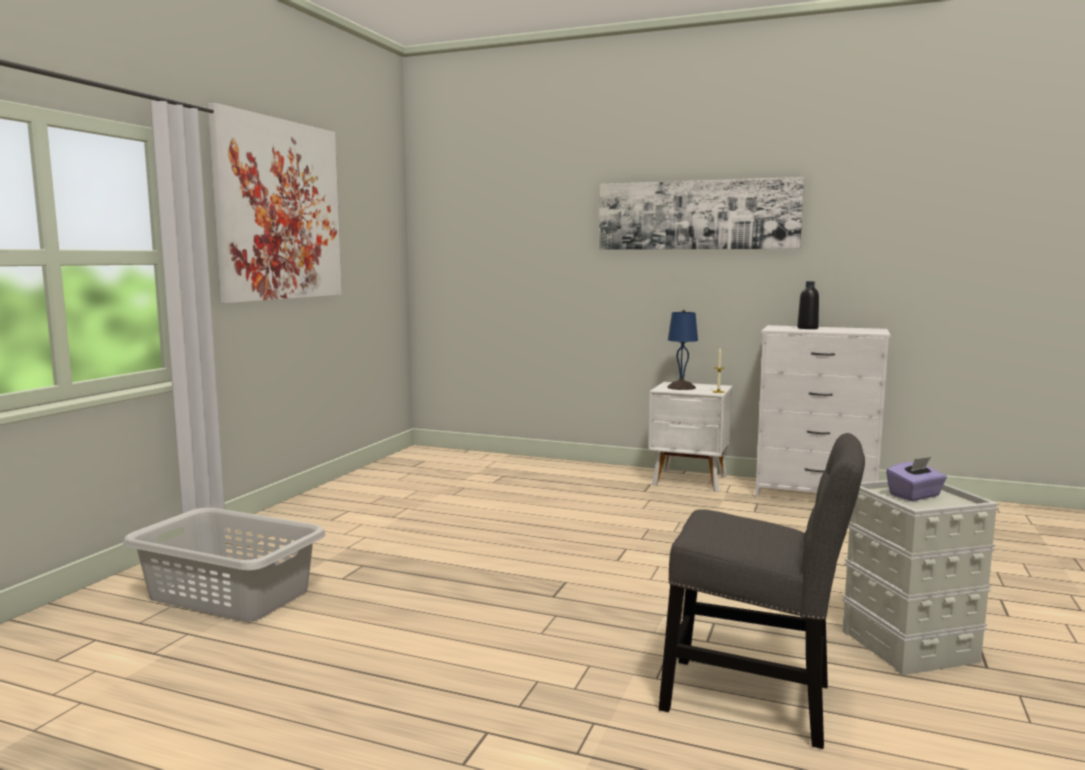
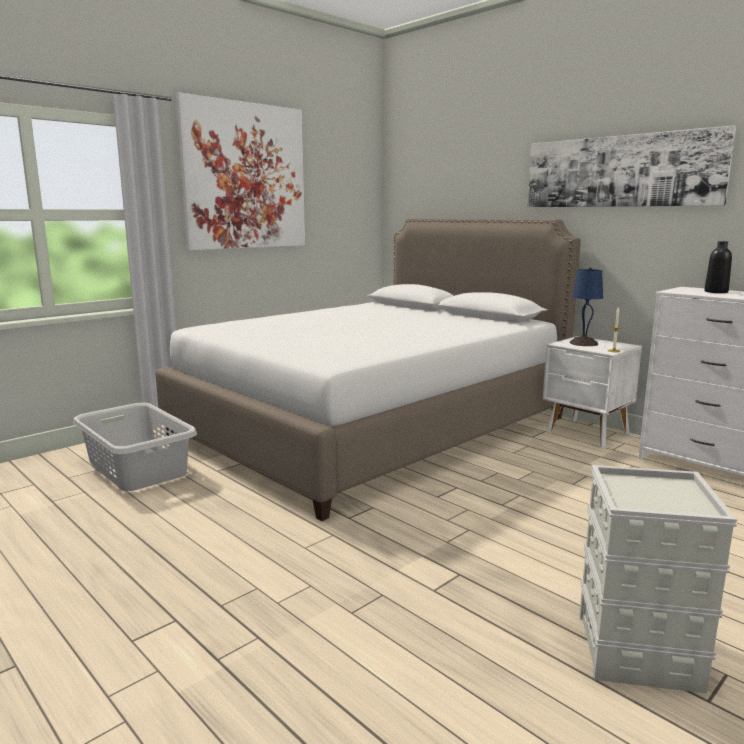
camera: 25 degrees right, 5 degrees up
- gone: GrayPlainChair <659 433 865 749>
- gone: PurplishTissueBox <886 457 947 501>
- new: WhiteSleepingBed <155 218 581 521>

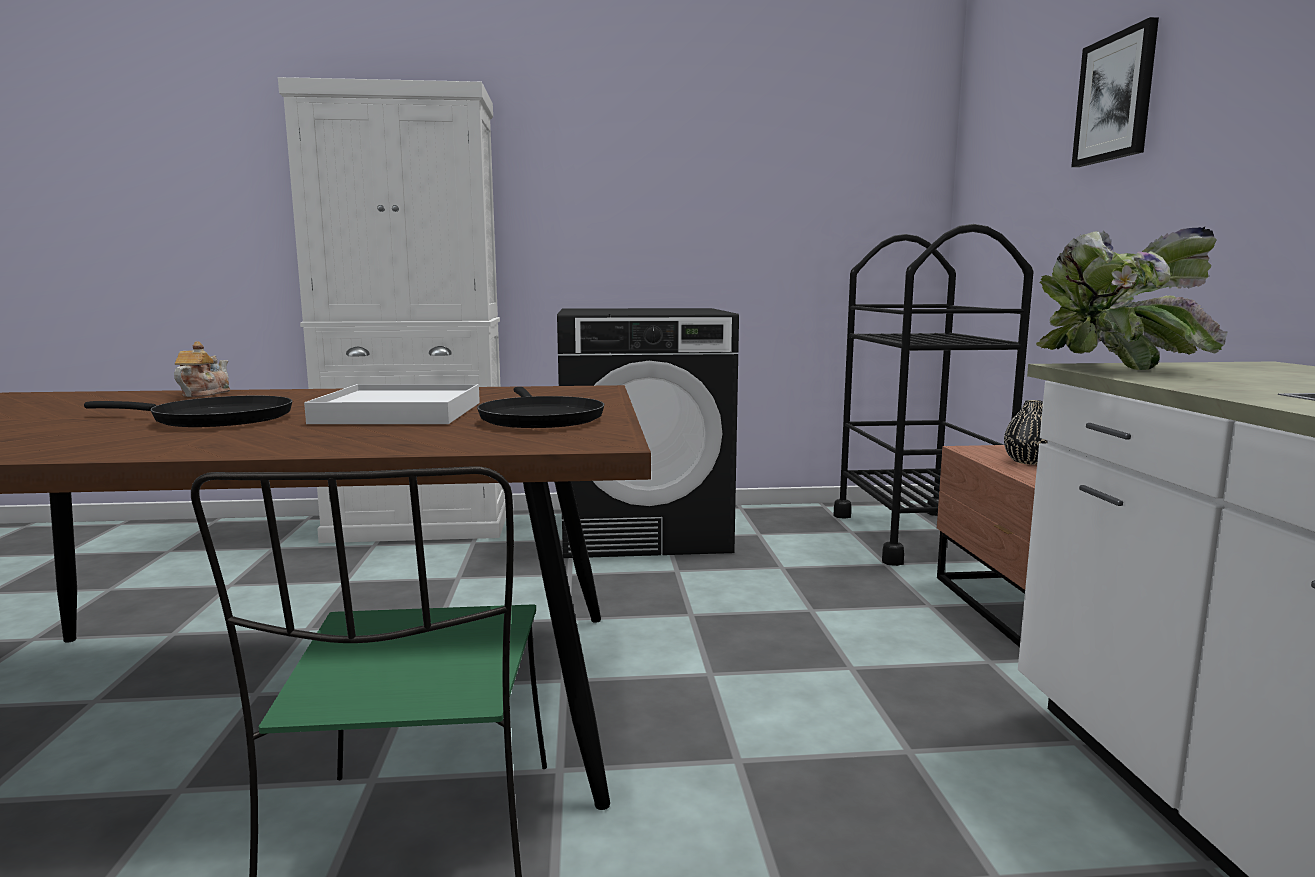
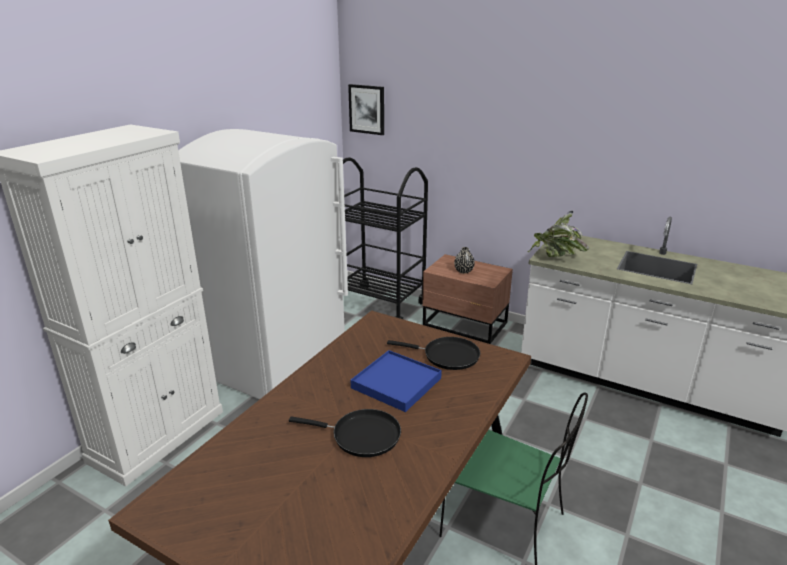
camera: 55 degrees left, 15 degrees up
- gone: TeaPot <174 341 230 397>
- shifted: WallPicture <1071 17 1159 167> to <348 84 384 135>
- swapped: BlackishLaundryMachine <557 308 739 558> to WhiteRefrigerator <178 129 348 399>
- repainted: WhiteServingTray <304 384 480 424> to BlueColouredServingTray <350 350 442 412>
- rotated: BlackishSkillet <84 396 293 427> = <289 409 401 457> 60 degrees clockwise

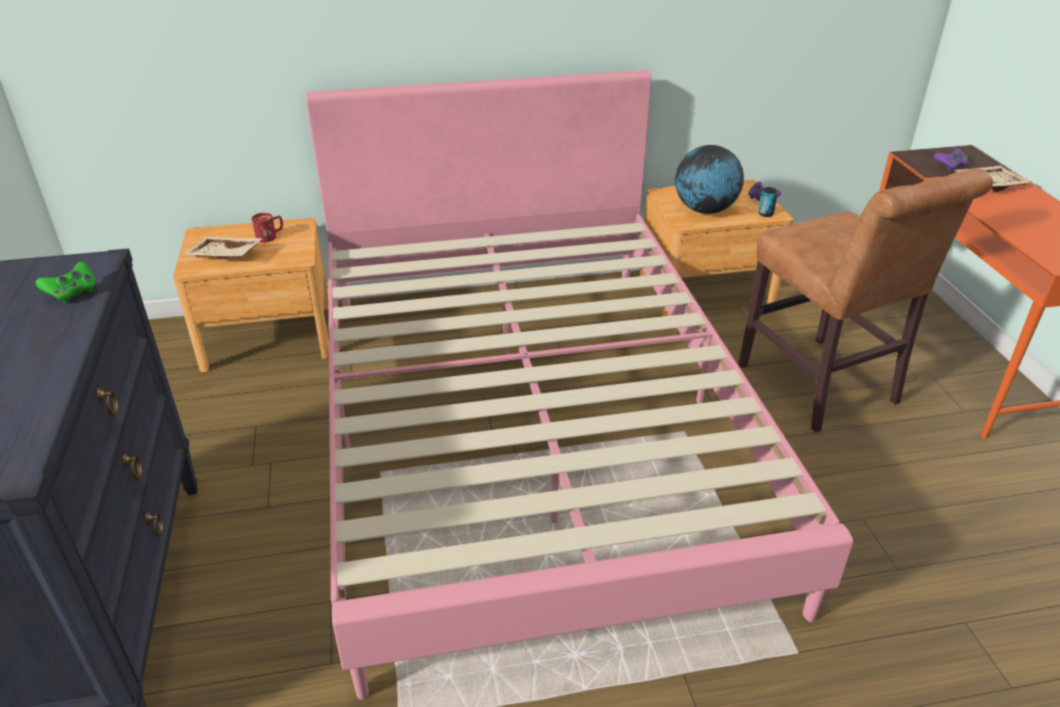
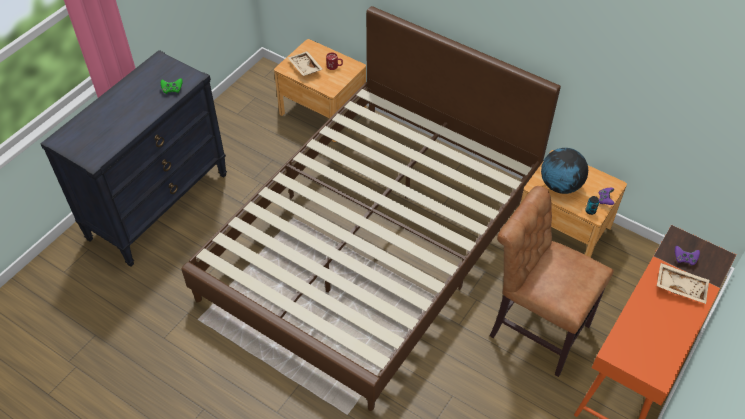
camera: 45 degrees right, 15 degrees up
- repainted: PinkColouredSleepingBed <306 70 853 700> to BrownishSleepingBed <181 6 561 411>
- rotated: BrownishPlainChair <738 169 993 433> = <490 186 614 377> 105 degrees clockwise

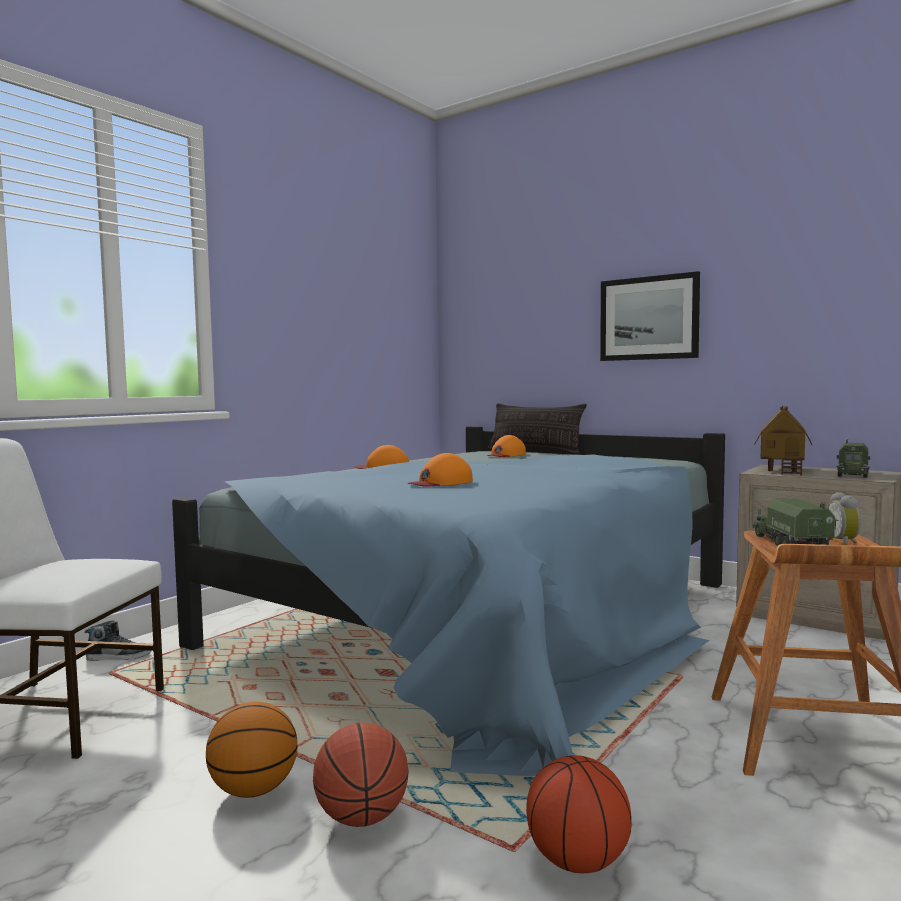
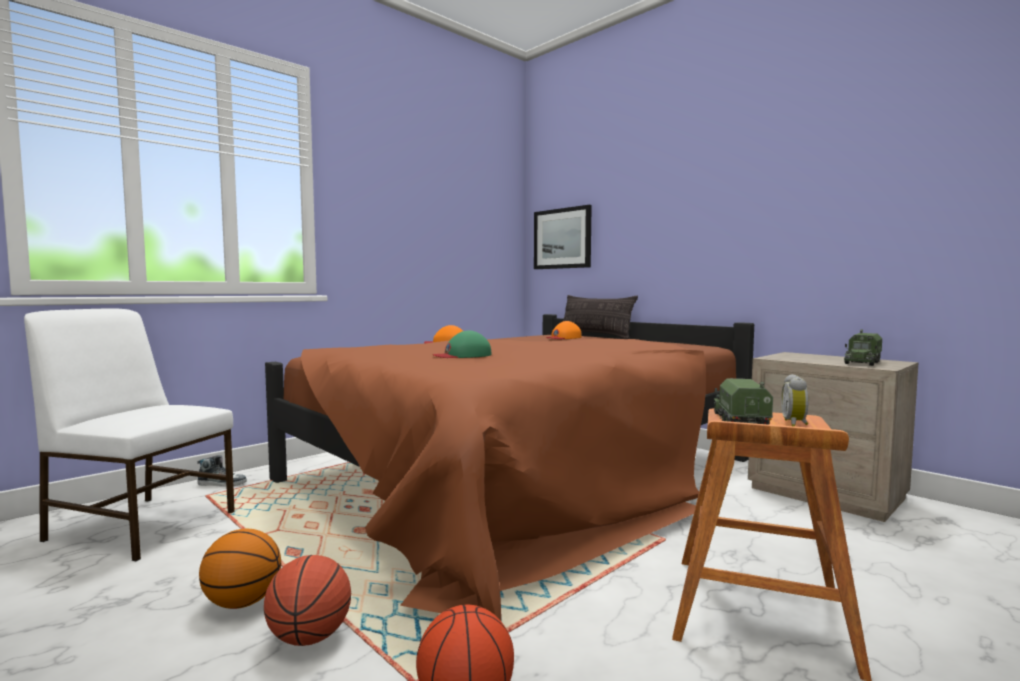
camera: 10 degrees right, 0 degrees up
- gone: ModelHouse <755 406 812 475>
- shifted: WallPicture <600 271 700 361> to <534 205 592 269>
- repainted: BlueColouredSleepingBed <172 426 725 776> to BrownishSleepingBed <265 314 754 622>
- repainted: OrangeyCap <408 453 473 487> to GreenColouredCap <432 330 492 358>

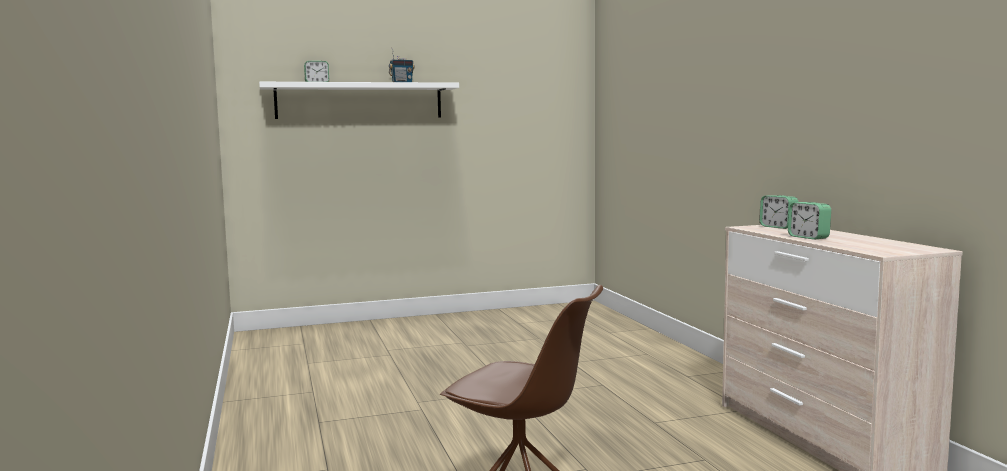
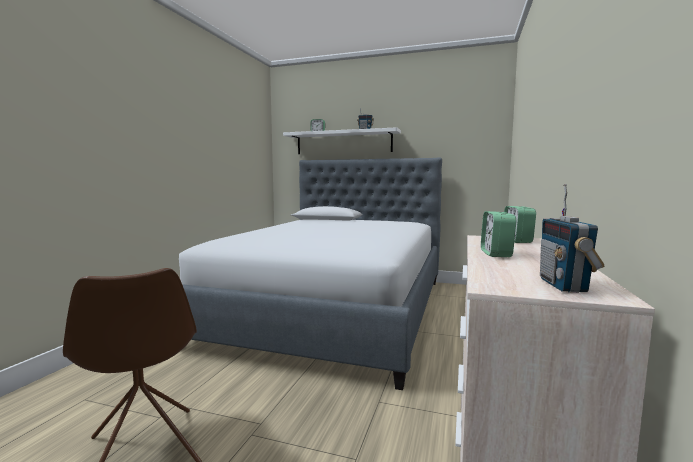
camera: 35 degrees right, 0 degrees up
- new: SleepingBed <179 158 442 390>
- new: Radio <540 184 604 293>

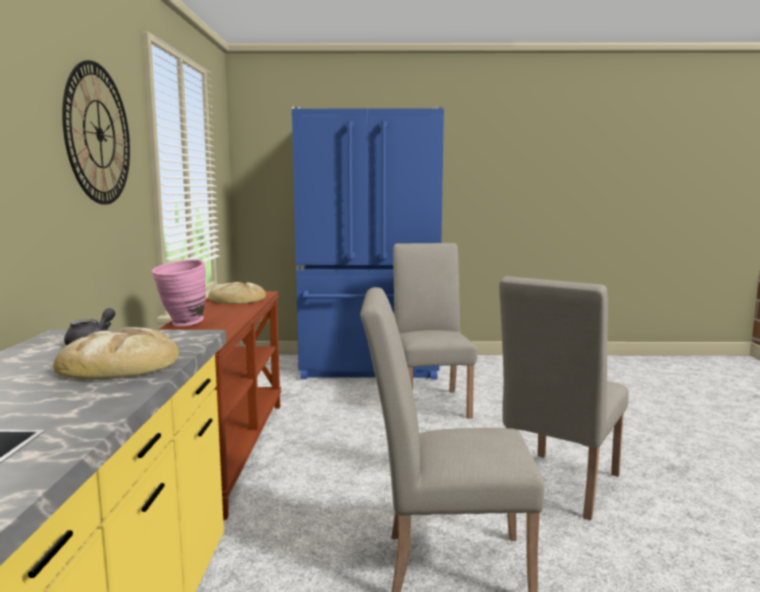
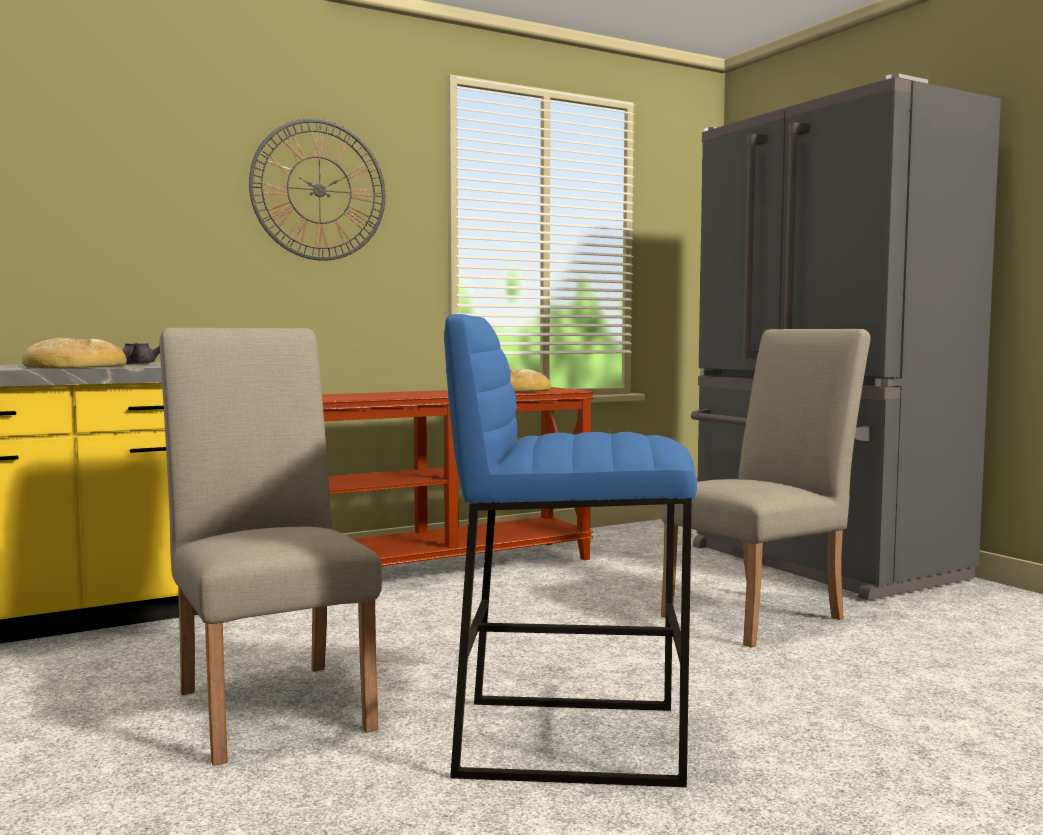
camera: 60 degrees right, 5 degrees down
- gone: PinkColouredDecorativeVase <152 260 206 326>
- swapped: BeigePlainChair <499 276 629 520> to BlueColouredStoolSeat <444 314 697 787>
- repainted: BlueColouredRefrigerator <292 106 444 379> to GrayRefrigerator <691 73 1001 600>

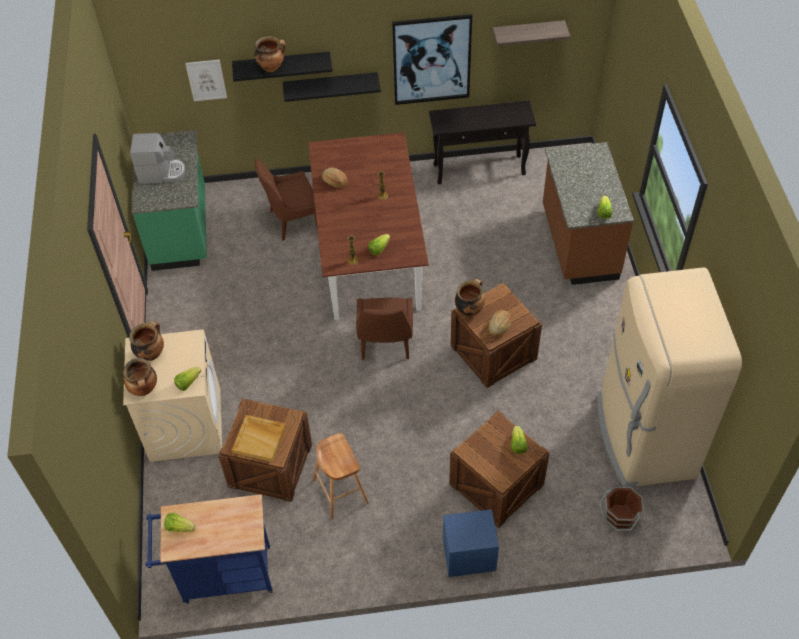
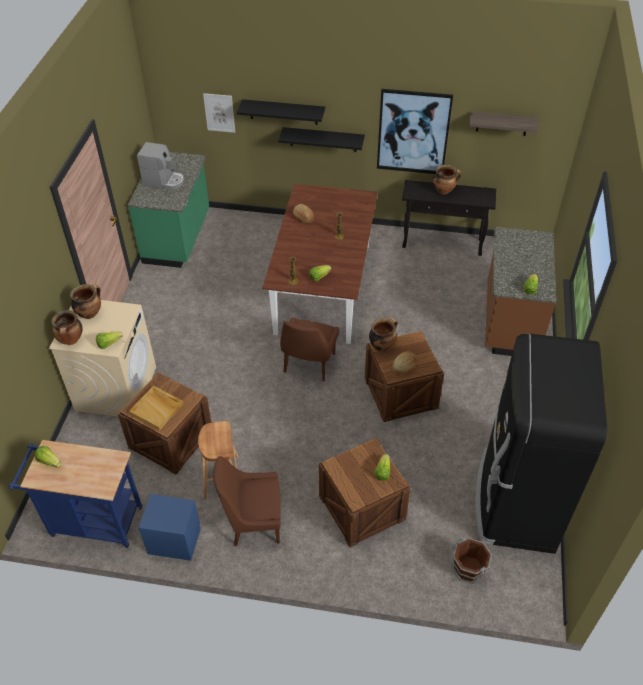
camera: 15 degrees right, 5 degrees down
- shifted: Saucepot <255 36 286 72> to <433 165 461 194>
- shifted: BrownishPlainChair <255 158 317 241> to <213 456 281 546>
- shifted: BlueColouredNightstand <443 509 499 577> to <138 494 200 561>
- repainted: BeigeRefrigerator <597 267 742 487> to BlackishRefrigerator <475 334 607 554>

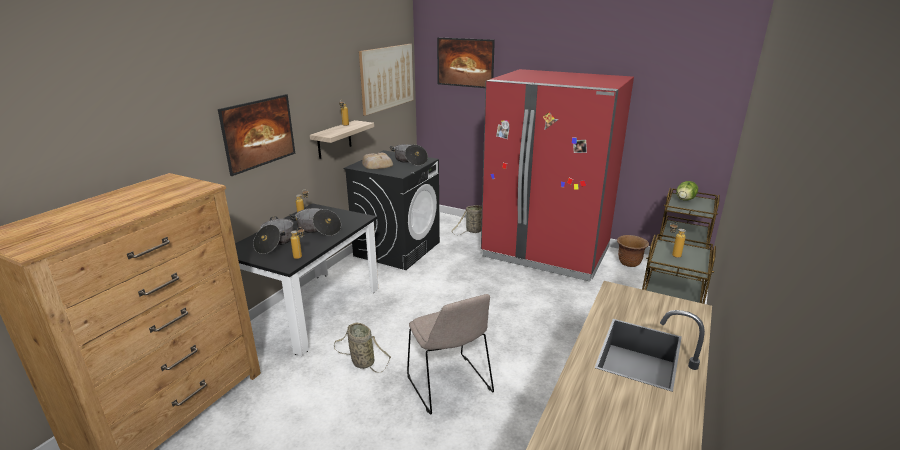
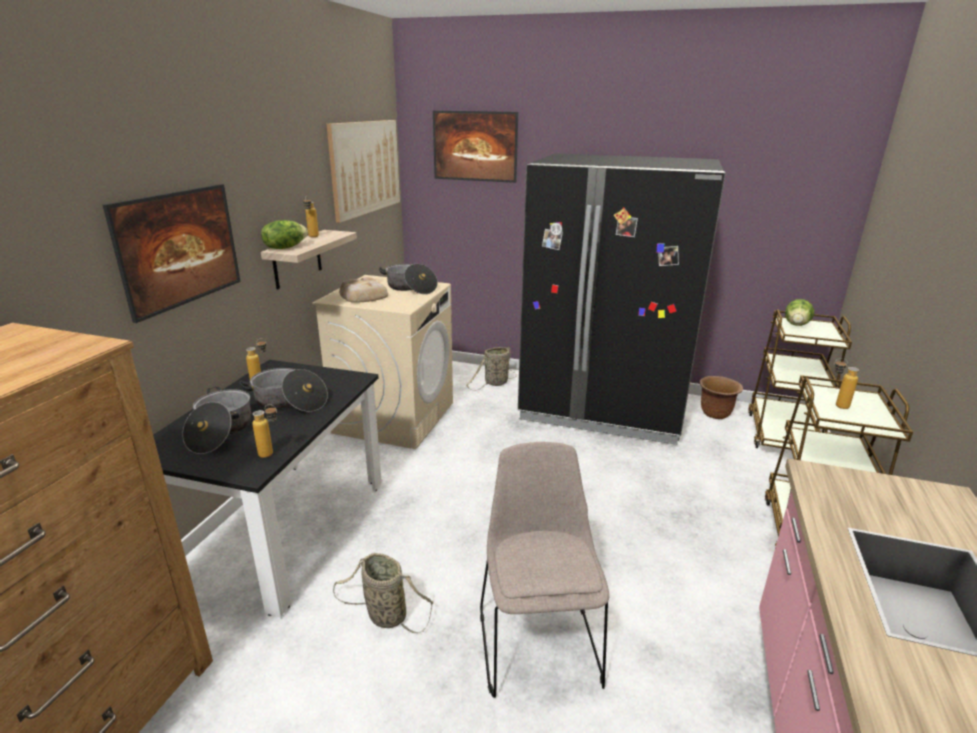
camera: 10 degrees left, 0 degrees up
- new: Lettuce <261 220 308 249>
- repainted: BlackishLaundryMachine <343 150 440 270> to BeigeLaundryMachine <312 275 453 449>
- repainted: ReddishRefrigerator <481 69 634 282> to BlackishRefrigerator <518 153 726 445>
- rotated: BeigePlainChair <407 294 494 415> = <480 442 609 698> 150 degrees counterclockwise

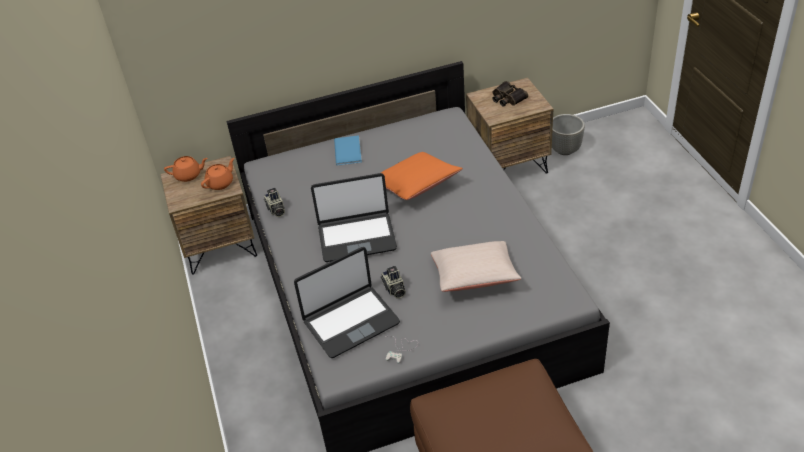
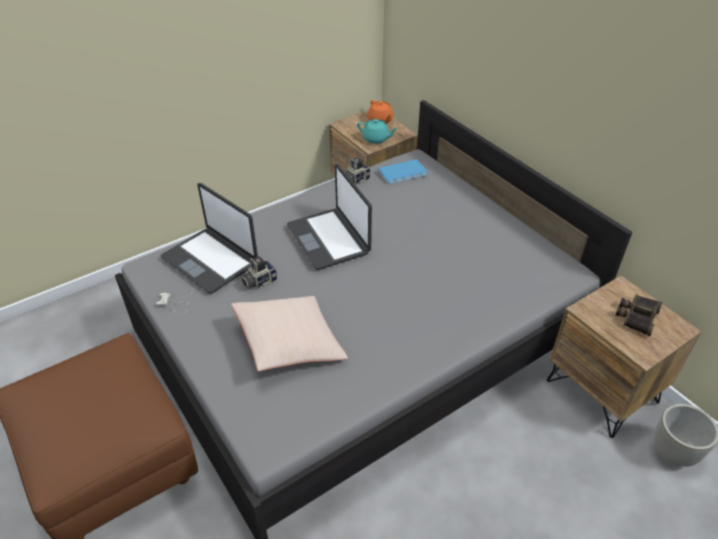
camera: 70 degrees right, 0 degrees up
- gone: OrangeyCushion <381 152 463 200>
- shifted: BlueColouredVolume <334 136 362 166> to <378 159 428 184>
- repainted: OrangeyTeaPot <201 158 234 190> to TurquoiseColouredTeaPot <357 119 397 144>

